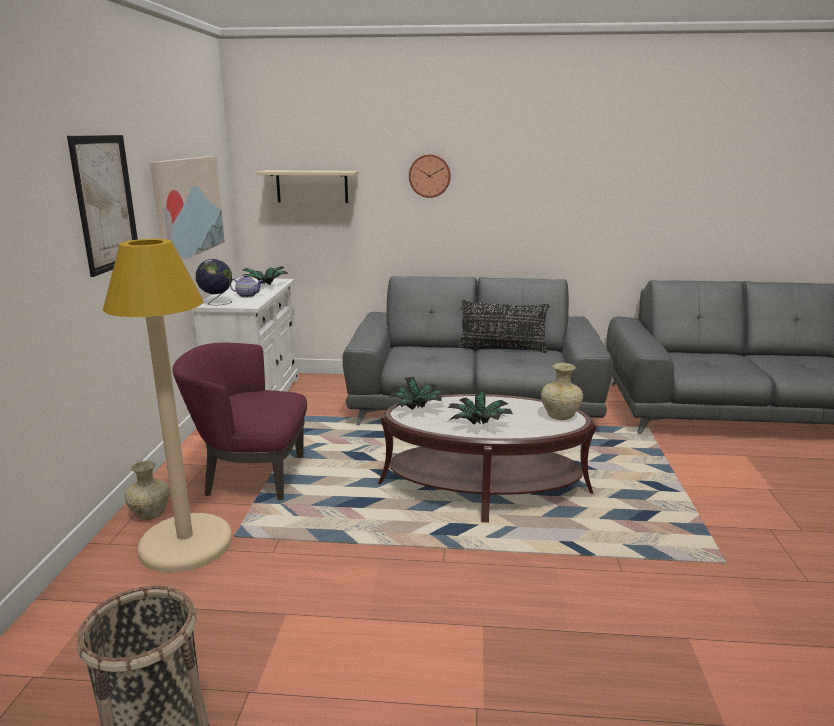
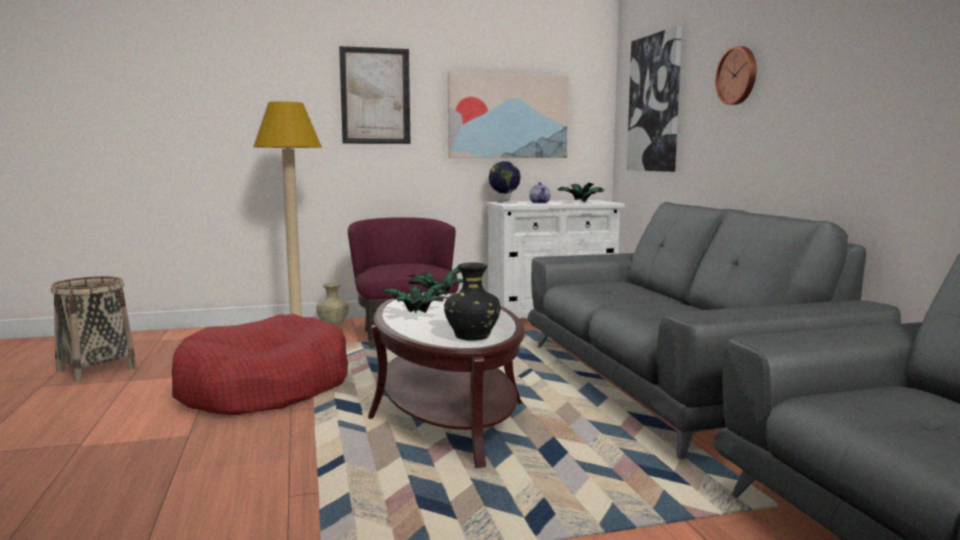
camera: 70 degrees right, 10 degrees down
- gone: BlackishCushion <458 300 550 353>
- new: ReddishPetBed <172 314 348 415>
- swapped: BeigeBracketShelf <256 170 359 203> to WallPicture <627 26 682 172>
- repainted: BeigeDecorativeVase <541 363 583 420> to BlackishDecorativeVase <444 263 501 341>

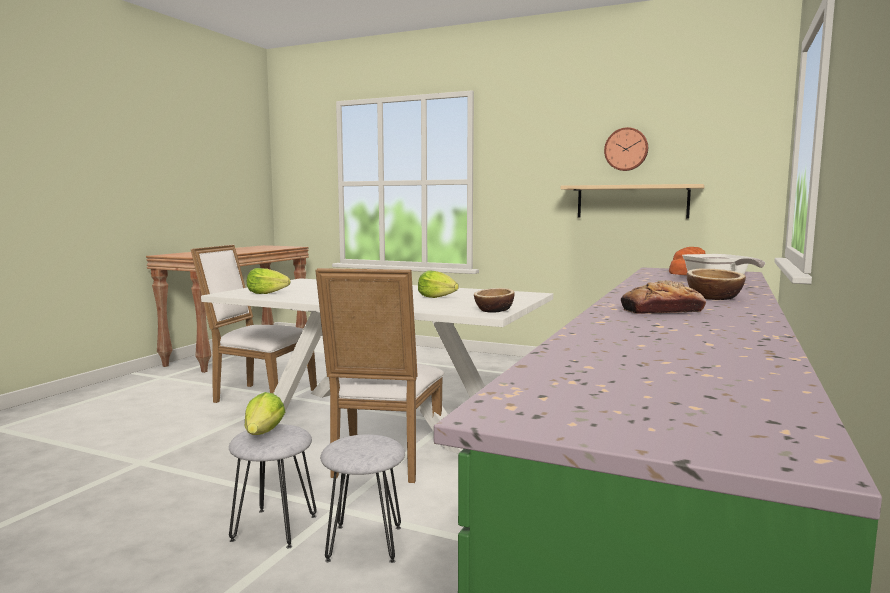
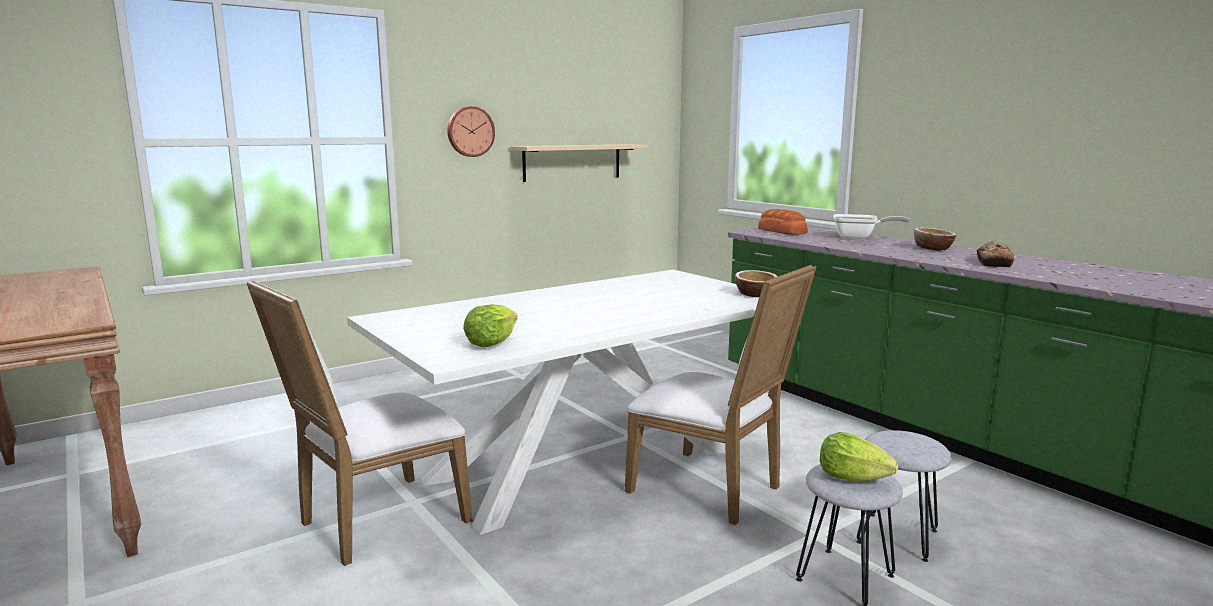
camera: 60 degrees left, 5 degrees up
- gone: Lettuce <418 271 459 298>
- shifted: ClockOnTheWall <604 127 648 171> to <447 106 495 157>

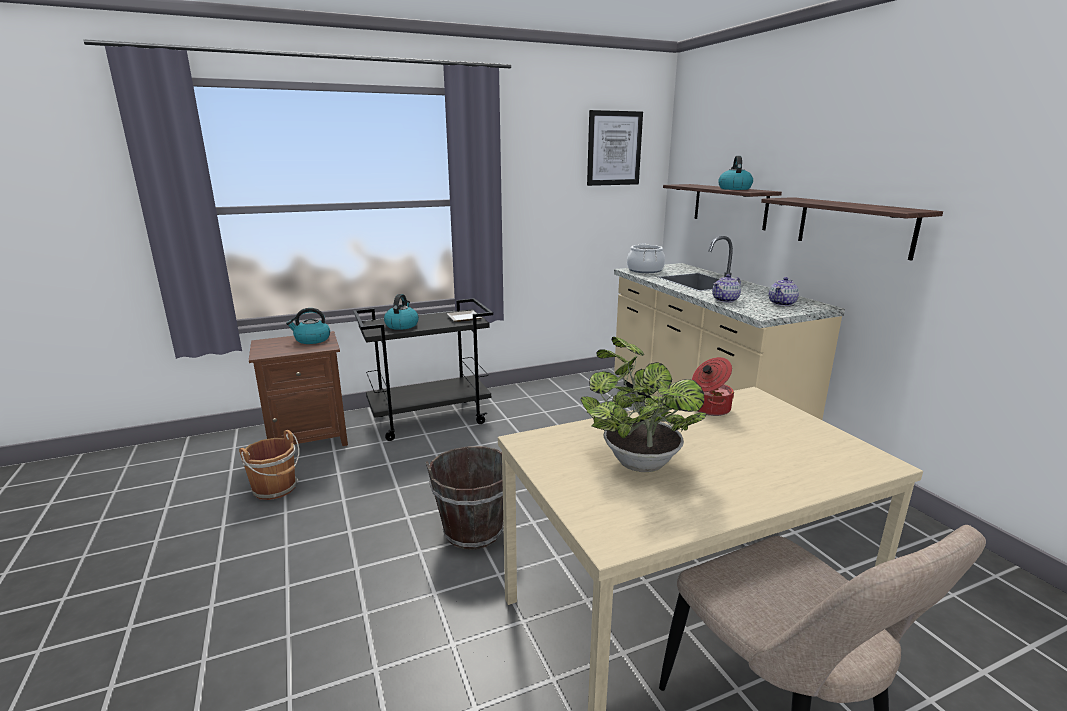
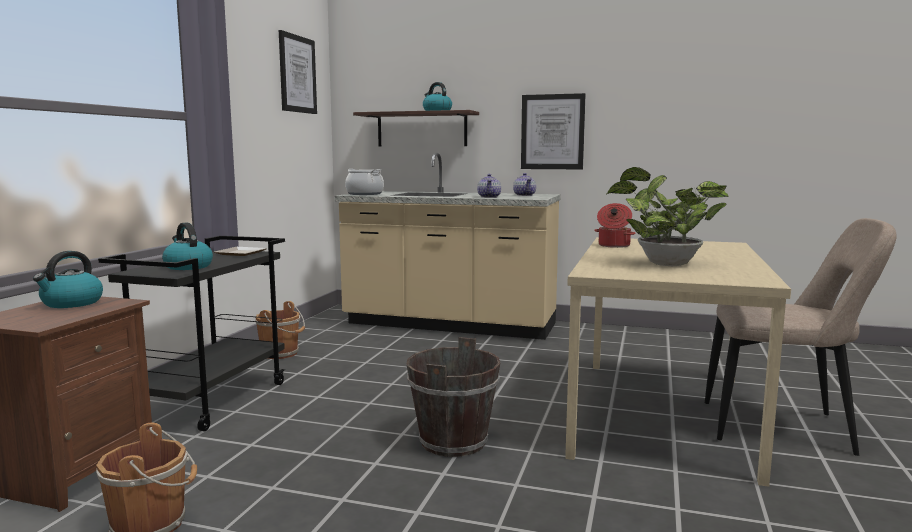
camera: 50 degrees left, 10 degrees down
- new: BrownishBucket <255 301 305 359>
- swapped: BracketShelf <761 197 943 261> to WallPicture <521 93 586 169>

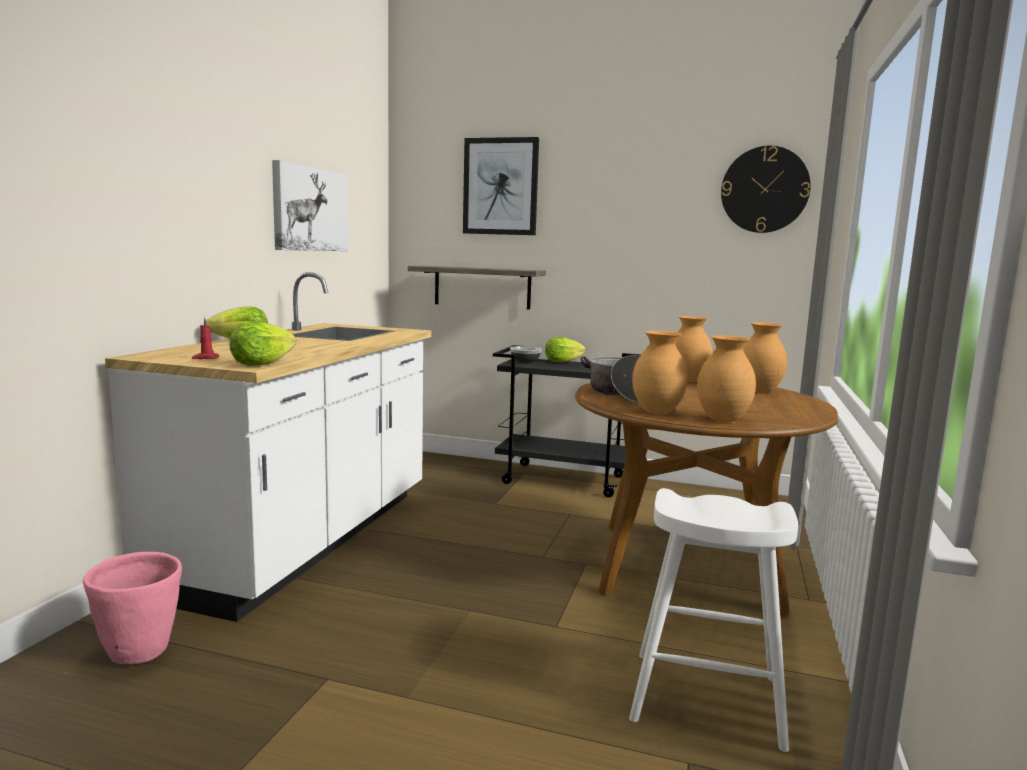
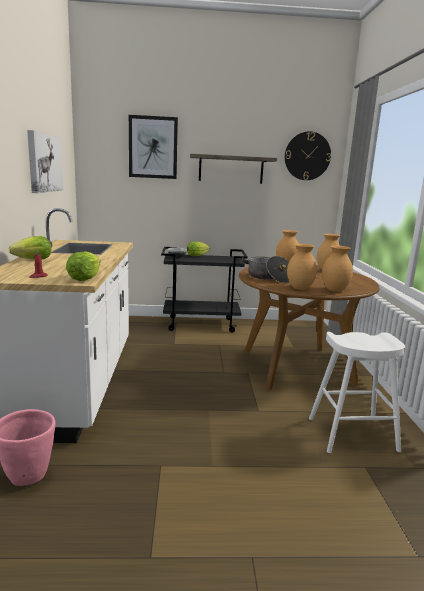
camera: 20 degrees left, 5 degrees up
- shifted: BracketShelf <408 266 546 310> to <190 154 277 184>

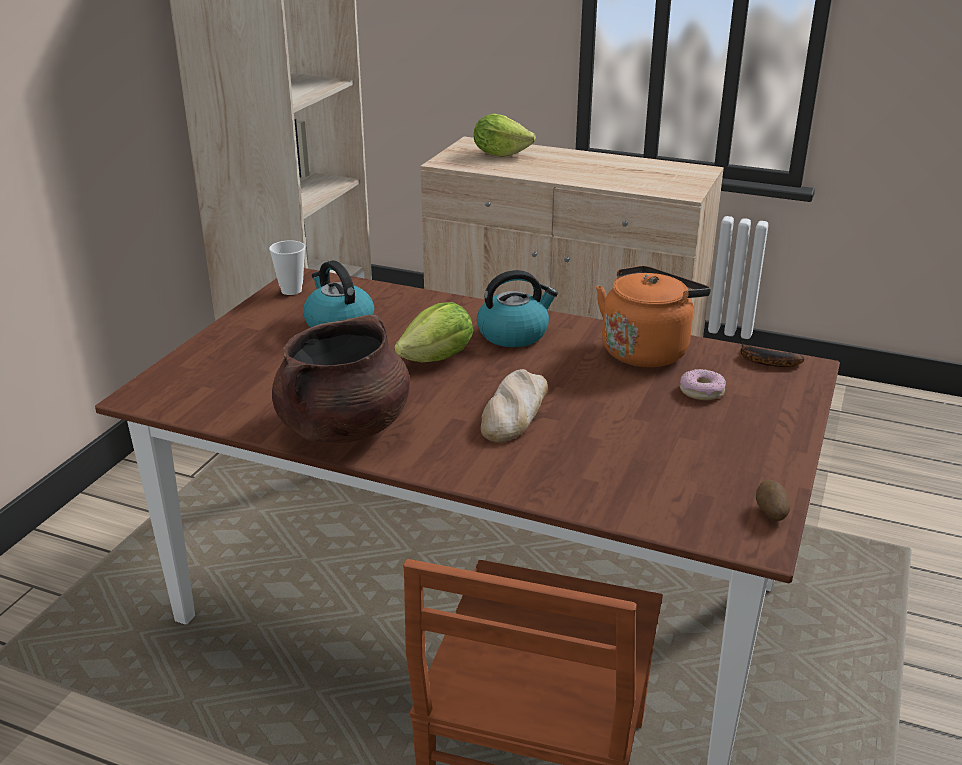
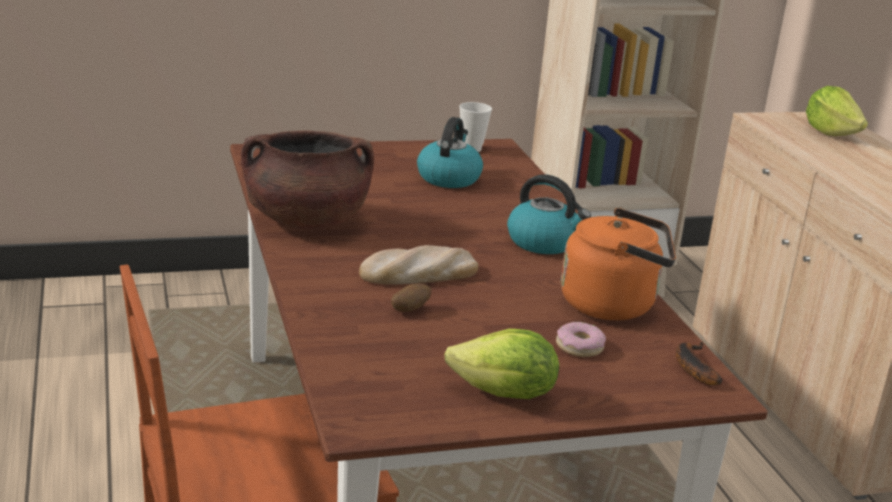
camera: 50 degrees right, 5 degrees down
- shifted: Lettuce <394 302 473 362> to <444 329 559 399>
- shifted: Spud <756 480 790 521> to <391 283 432 312>

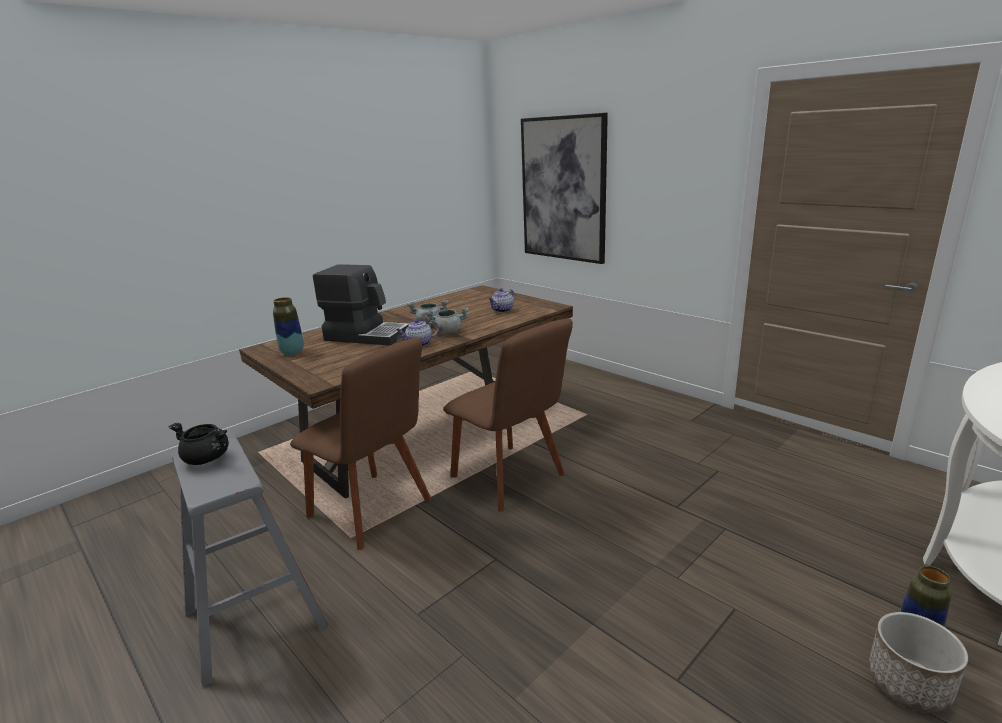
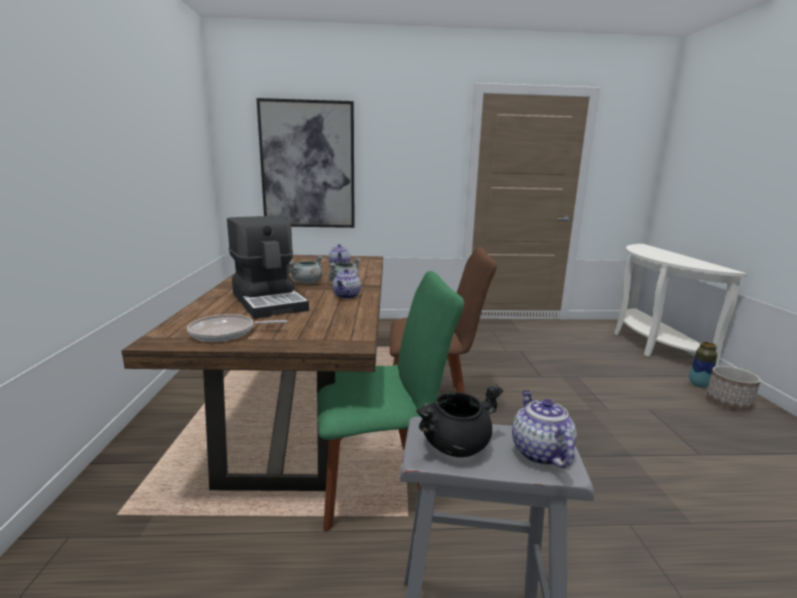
camera: 50 degrees left, 5 degrees down
- new: TeaPot <512 390 577 468>
- swapped: DecorativeVase <273 297 304 356> to Skillet <187 314 288 342>
- repainted: BrownishPlainChair <290 337 431 550> to GreenColouredPlainChair <317 271 464 531>
- rotated: CoffeeMachine <313 264 409 345> = <227 216 309 319> 90 degrees clockwise

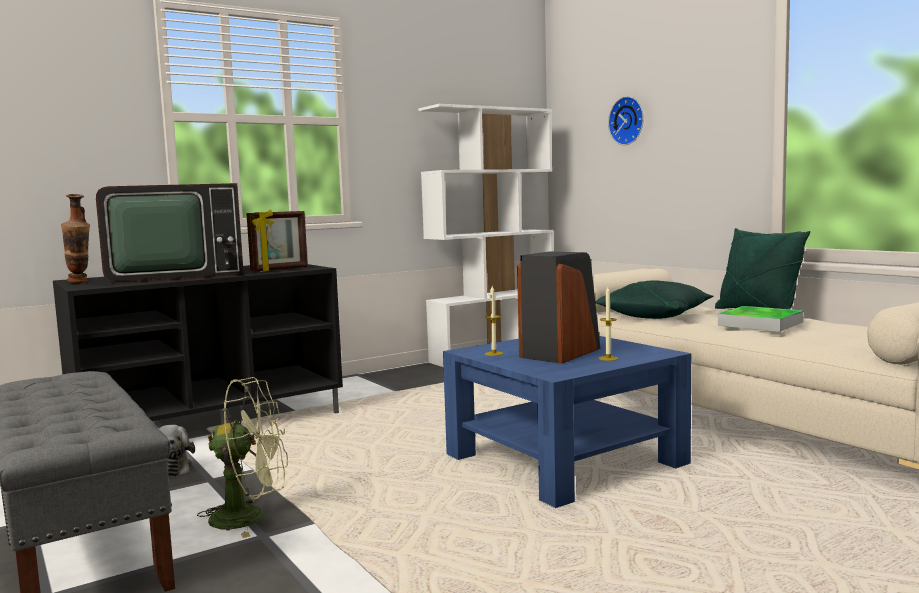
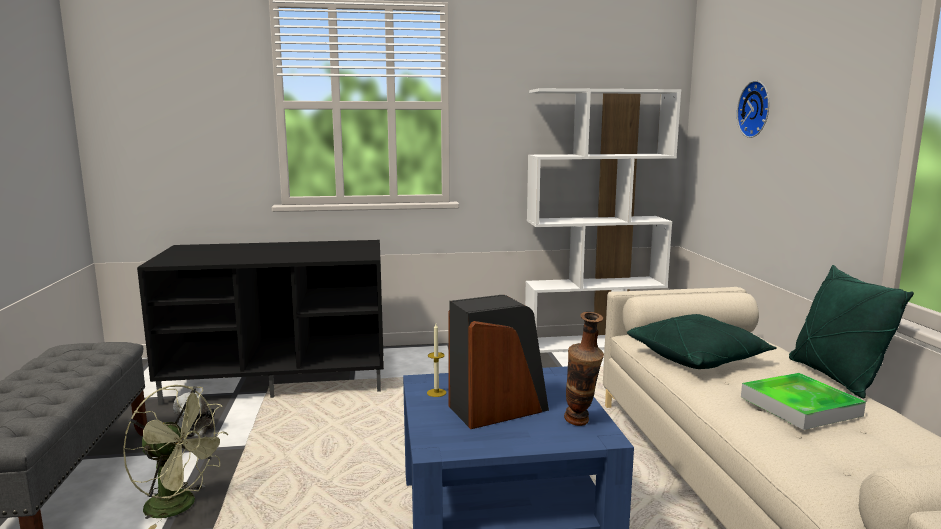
camera: 25 degrees right, 5 degrees up
- gone: Television <96 183 244 283>
- gone: PictureFrame <246 210 308 272>
- gone: WaxCandle <598 287 618 361>
- shifted: DecorativeVase <61 194 90 283> to <564 312 604 426>

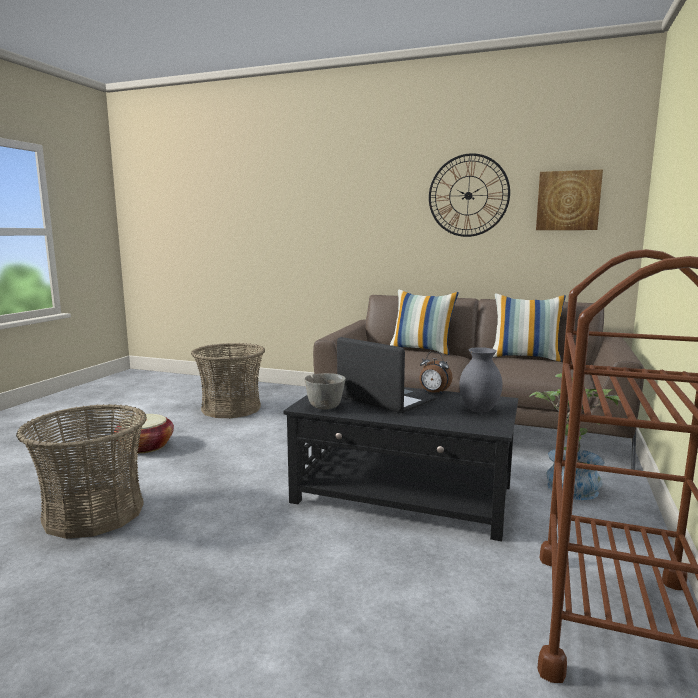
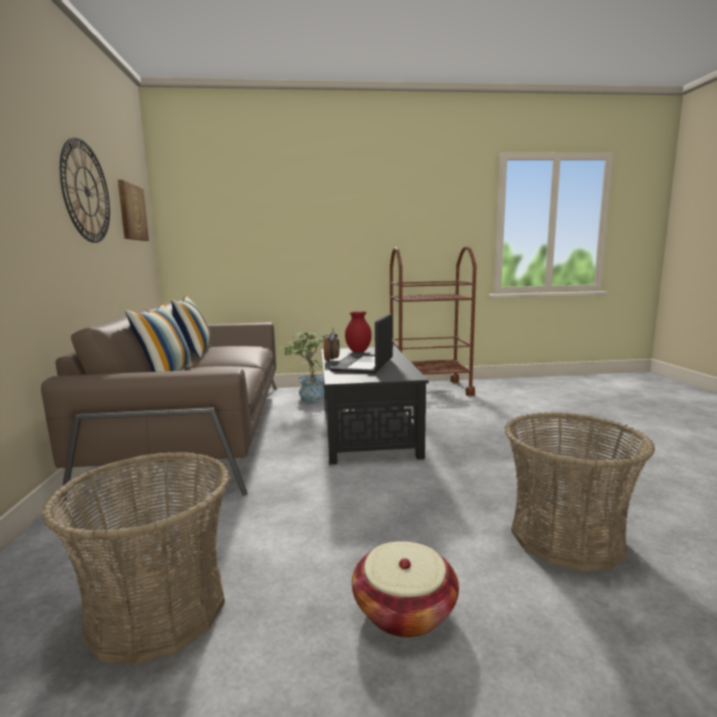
camera: 115 degrees left, 0 degrees up
- gone: GrayBowl <304 373 346 410>
- repainted: GrayDecorativeVase <459 347 503 413> to ReddishDecorativeVase <345 311 372 352>

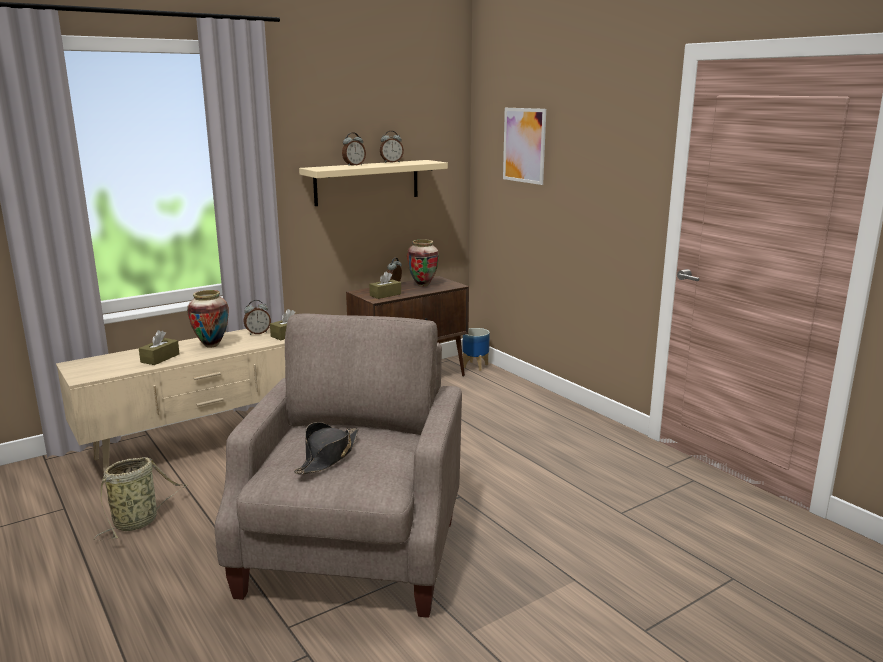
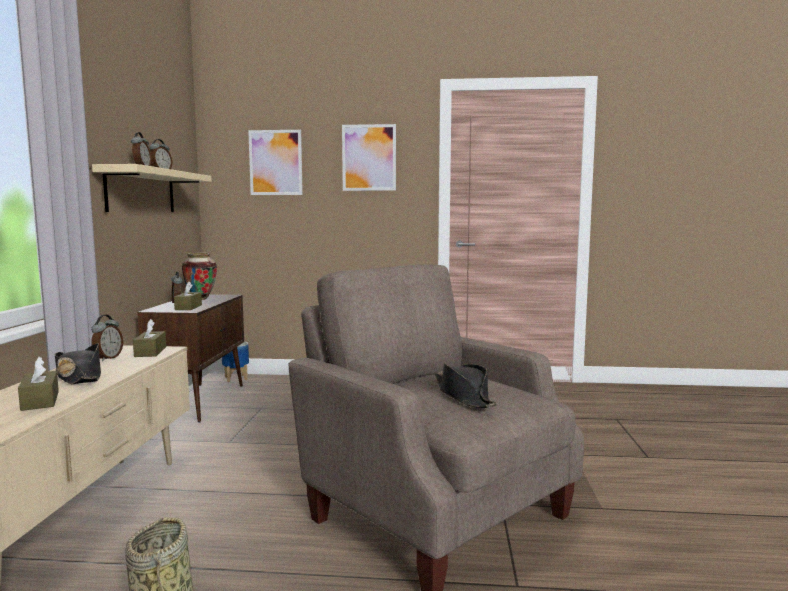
camera: 50 degrees left, 10 degrees down
- new: WallPicture <342 124 396 191>
- swapped: DecorativeVase <187 290 229 348> to BlackishClothingHat <55 343 101 384>

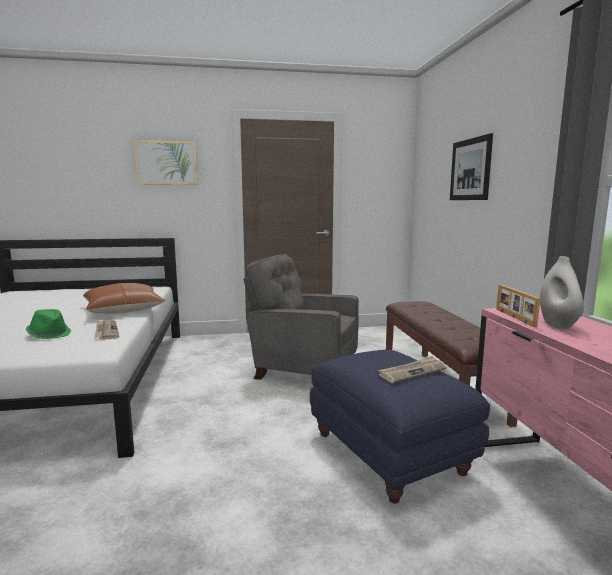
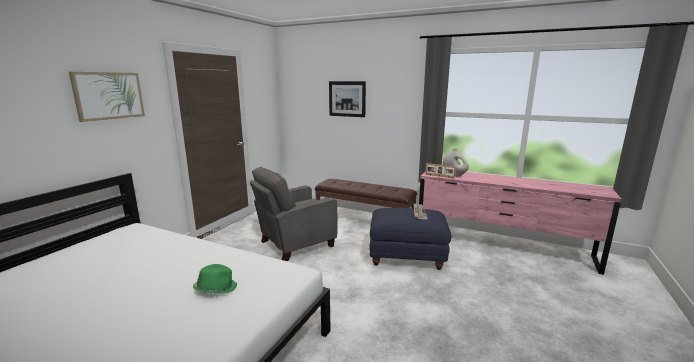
camera: 55 degrees left, 5 degrees up
- gone: BrownishCushion <83 283 166 314>
- gone: PrintedPaper <95 320 119 340>

